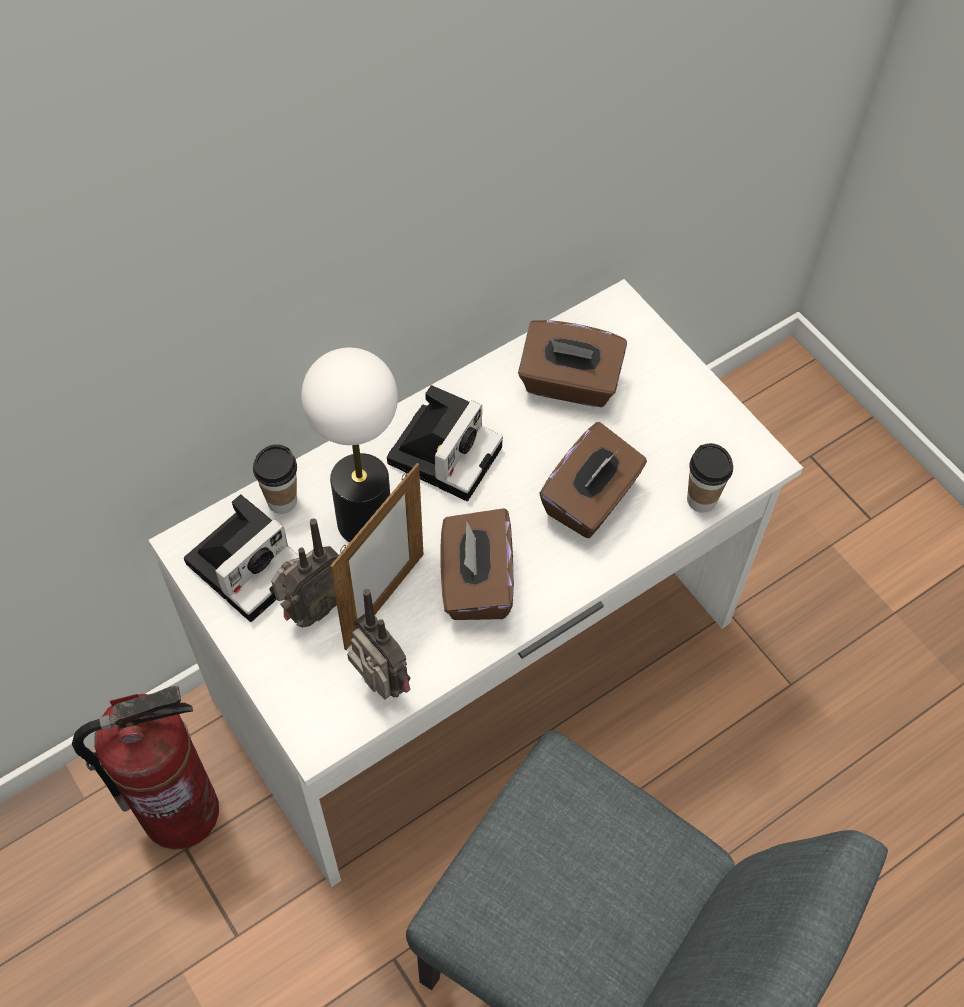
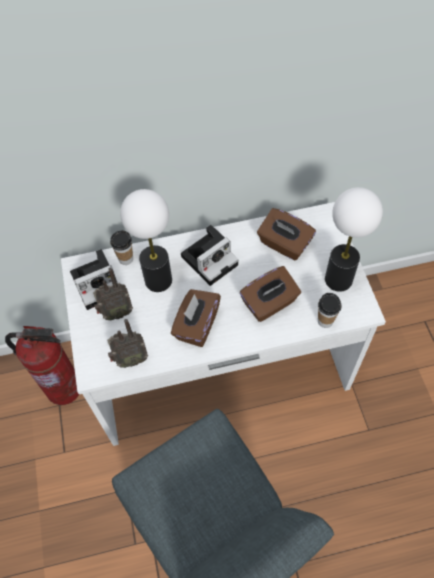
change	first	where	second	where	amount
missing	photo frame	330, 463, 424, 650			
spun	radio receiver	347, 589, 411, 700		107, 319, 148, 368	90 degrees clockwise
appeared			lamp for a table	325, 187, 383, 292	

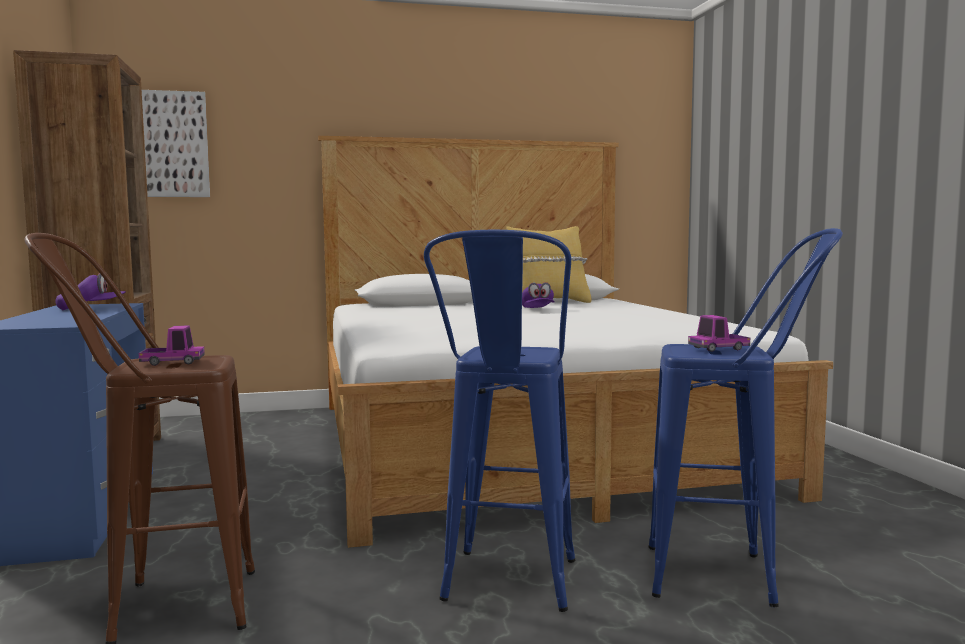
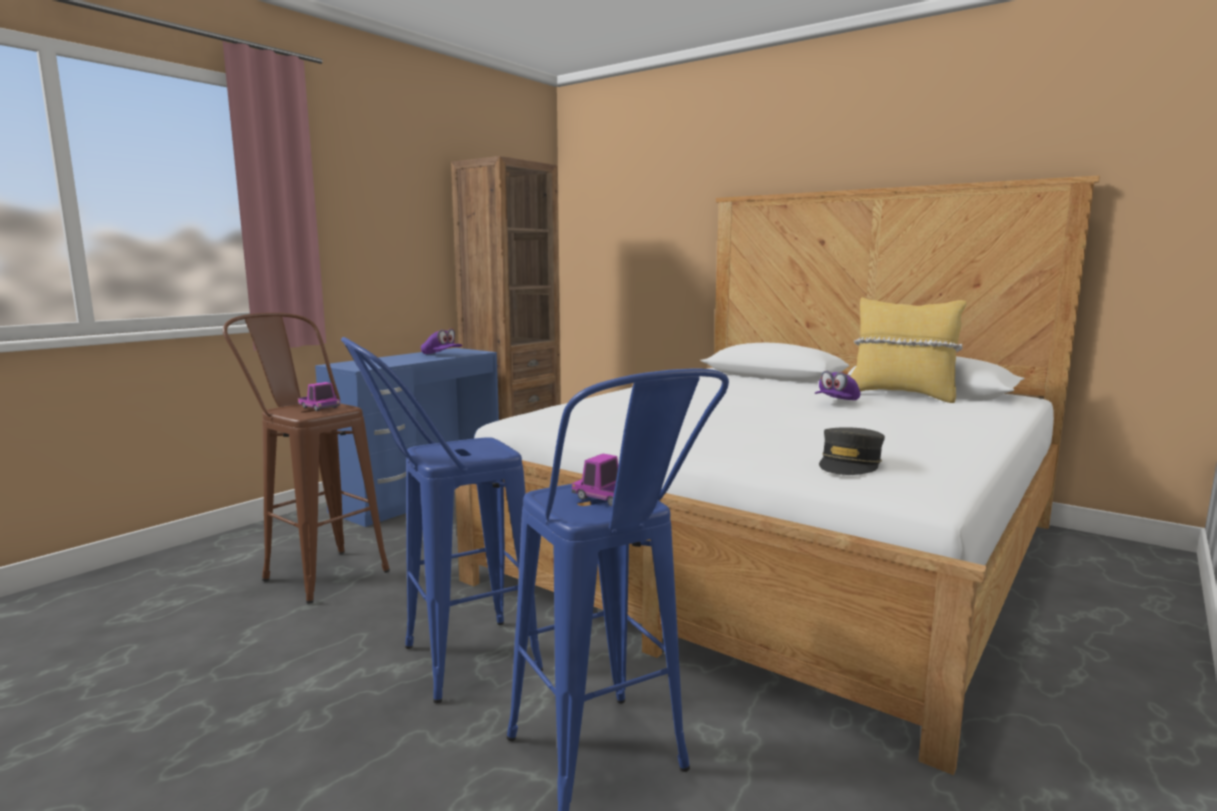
change	first	where	second	where	amount
missing	wall art	142, 90, 210, 197			
appeared			grey peaked cap	819, 427, 885, 475	

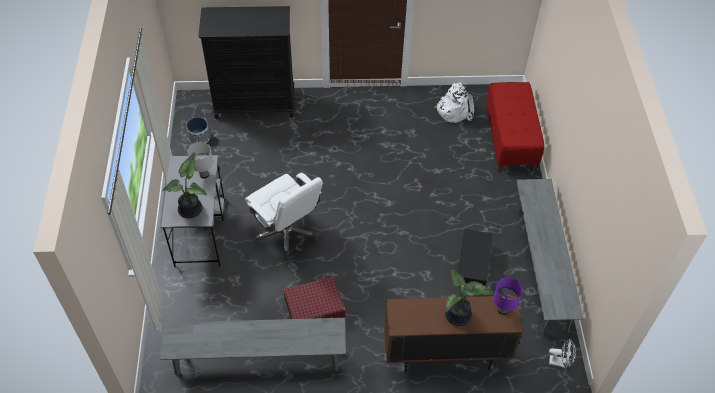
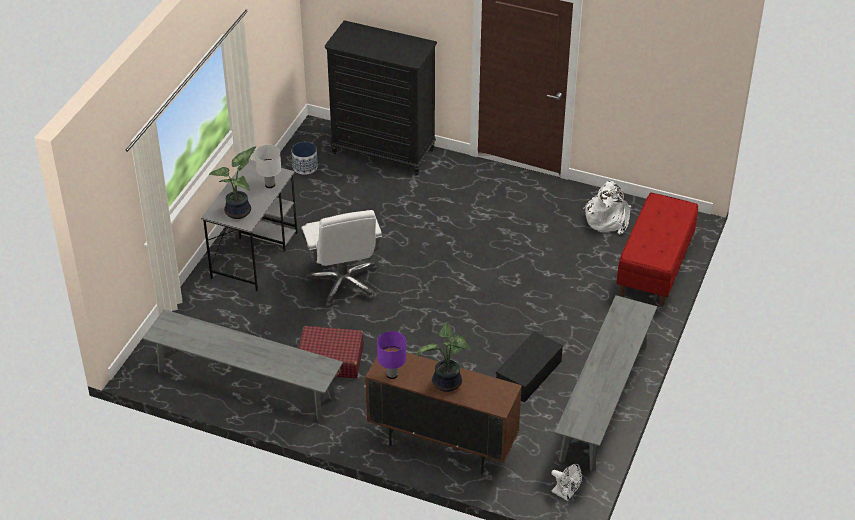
change	first	where	second	where	amount
relocated	purple lamp for a table	493, 277, 523, 315		377, 331, 406, 379	

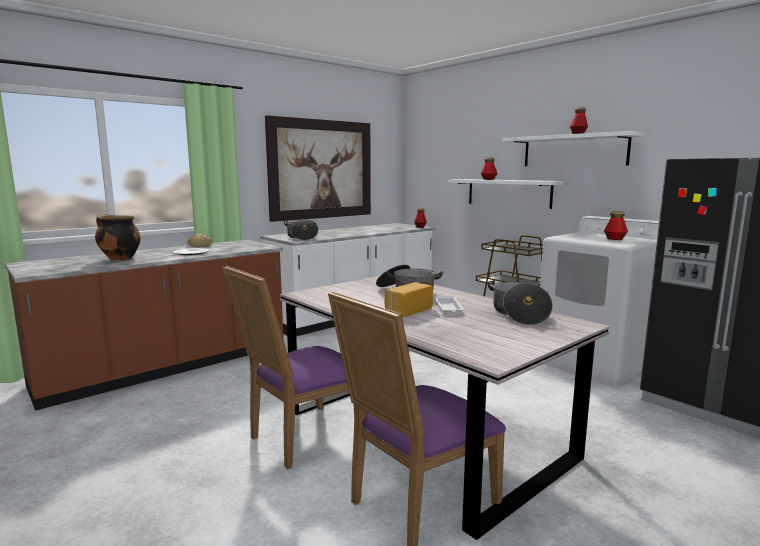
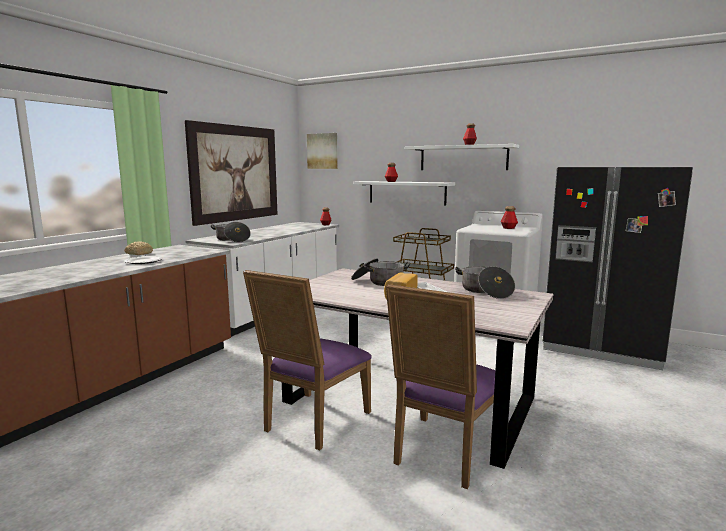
change	first	where	second	where	amount
missing	stockpot	95, 214, 141, 260			
appeared			wall art	307, 133, 338, 169	

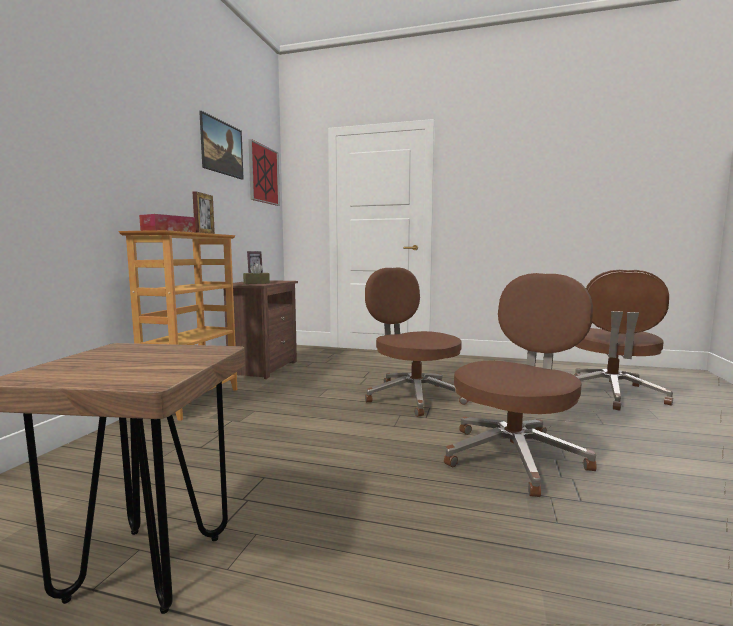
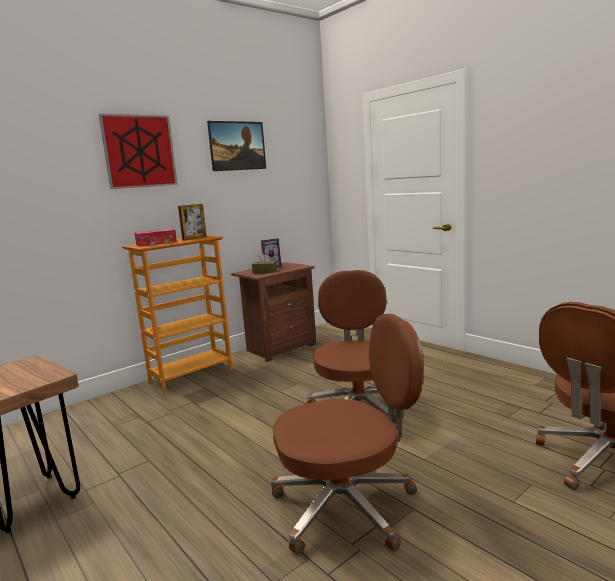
change	first	where	second	where	amount
relocated	wall art	248, 139, 280, 206		99, 114, 178, 189	

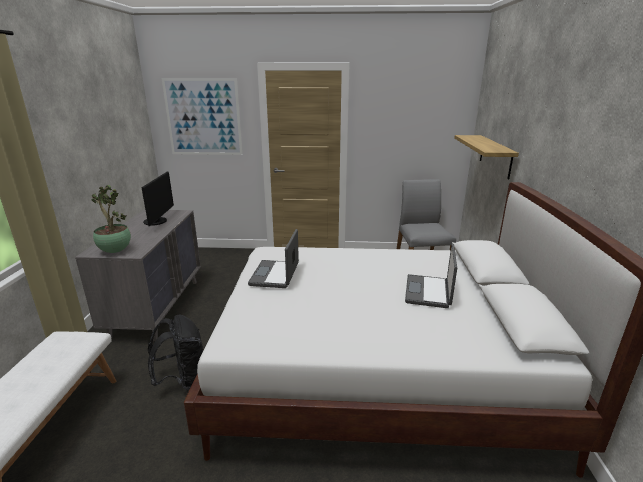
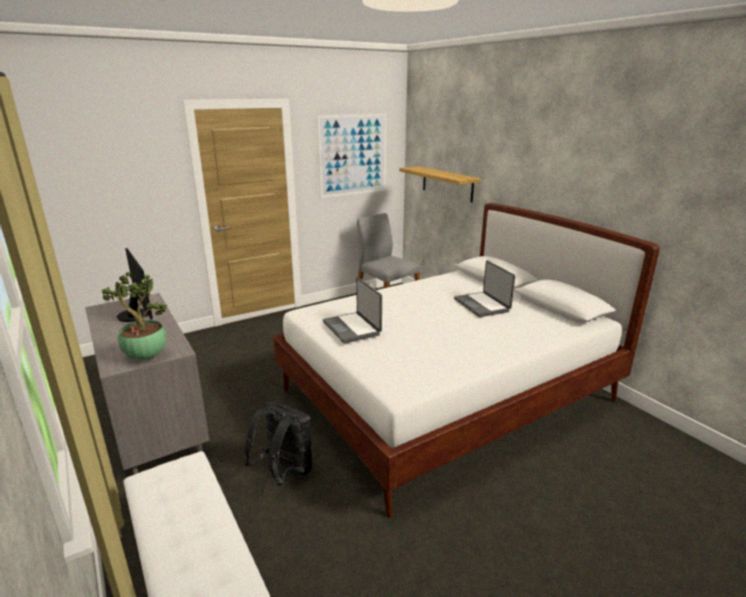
change	first	where	second	where	amount
relocated	wall art	162, 78, 243, 155		317, 113, 386, 198	

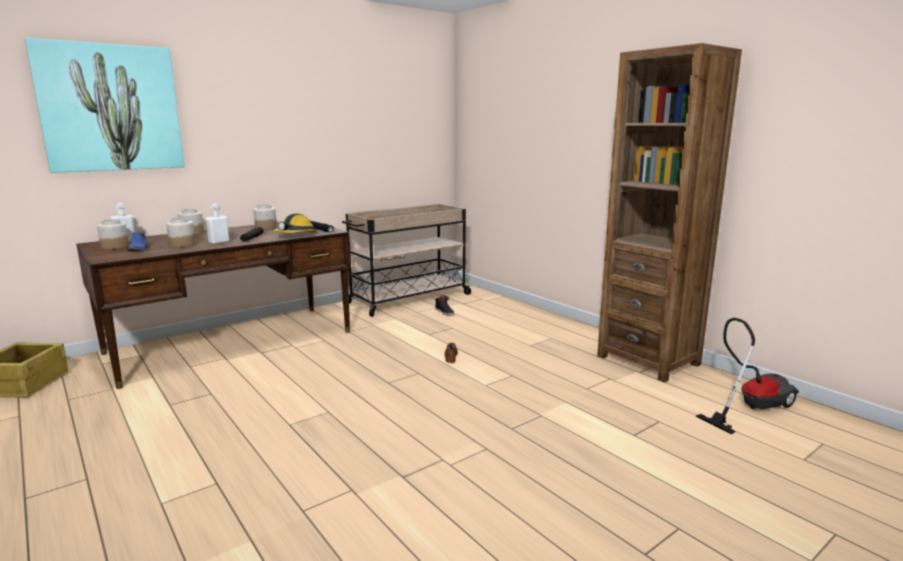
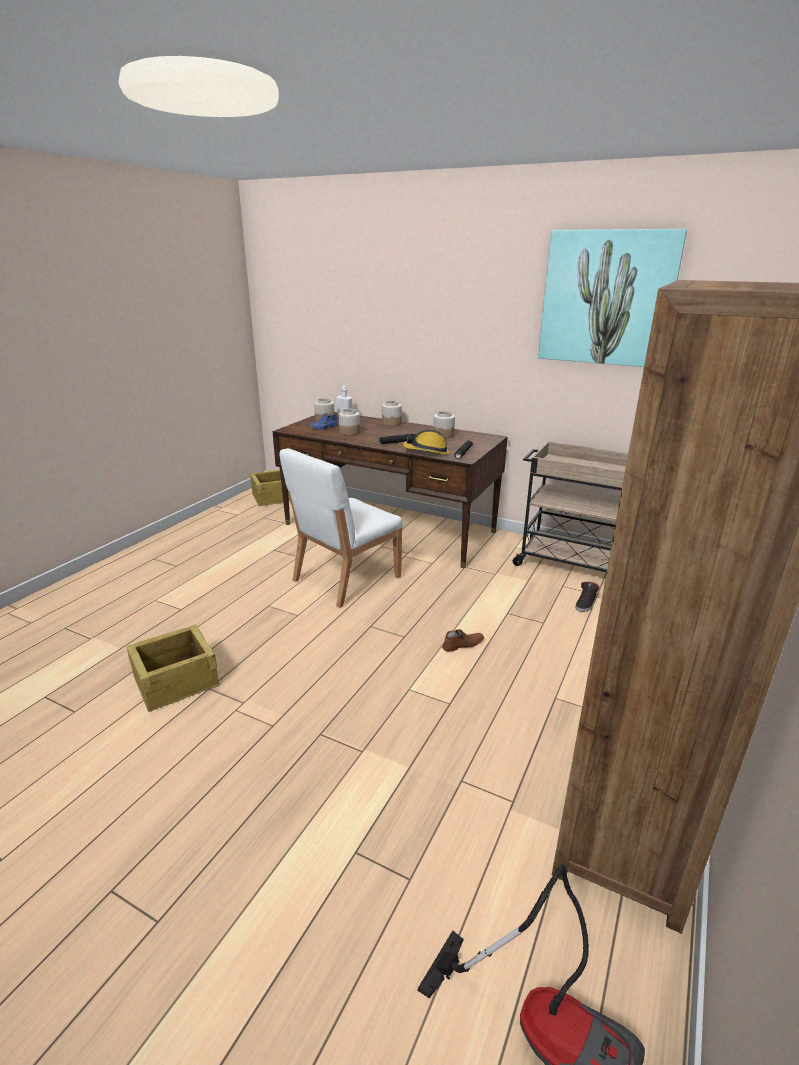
change	first	where	second	where	amount
relocated	wall art	25, 38, 185, 173		538, 229, 687, 367	
missing	white-coloured bottle	205, 204, 229, 244			
appeared			crate	127, 624, 219, 712	
appeared			white-coloured plain chair	279, 448, 403, 608	

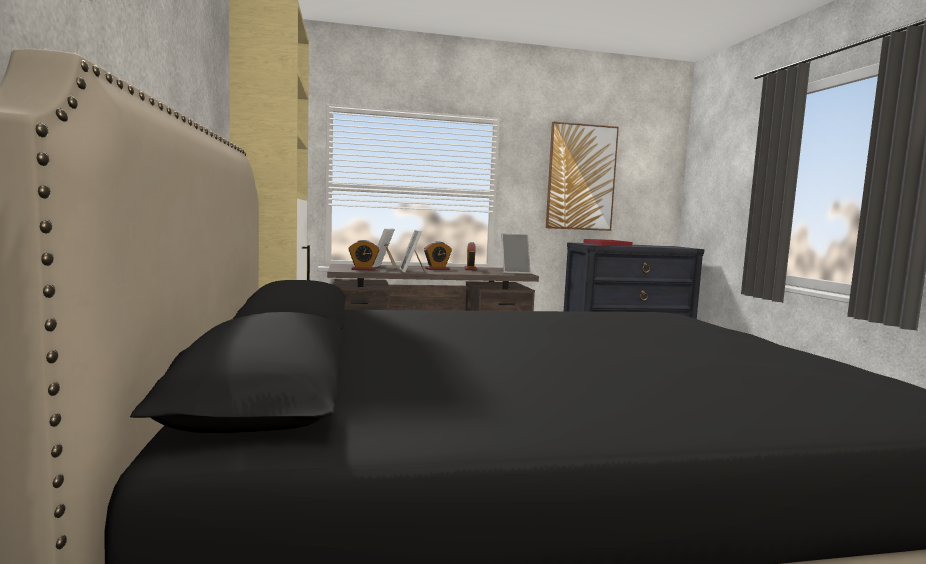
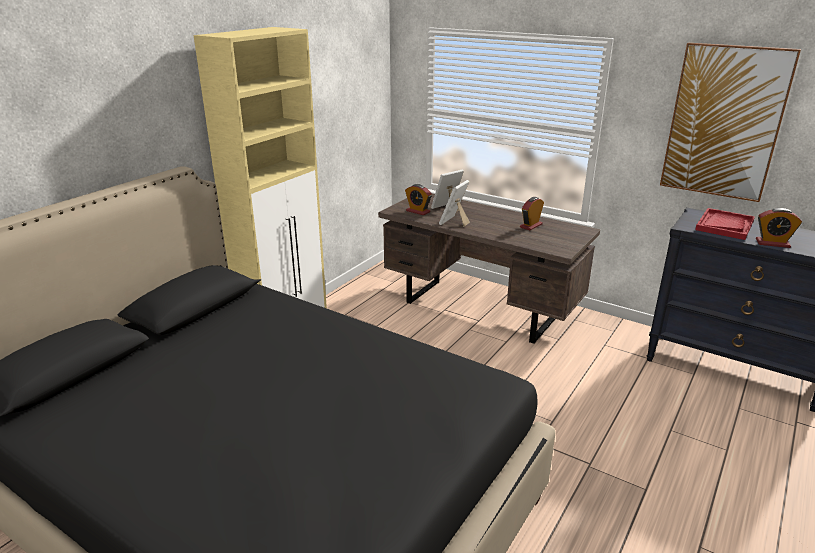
change	first	where	second	where	amount
relocated	table clock	424, 241, 452, 270		756, 208, 802, 248	
missing	photo frame	501, 233, 531, 274			

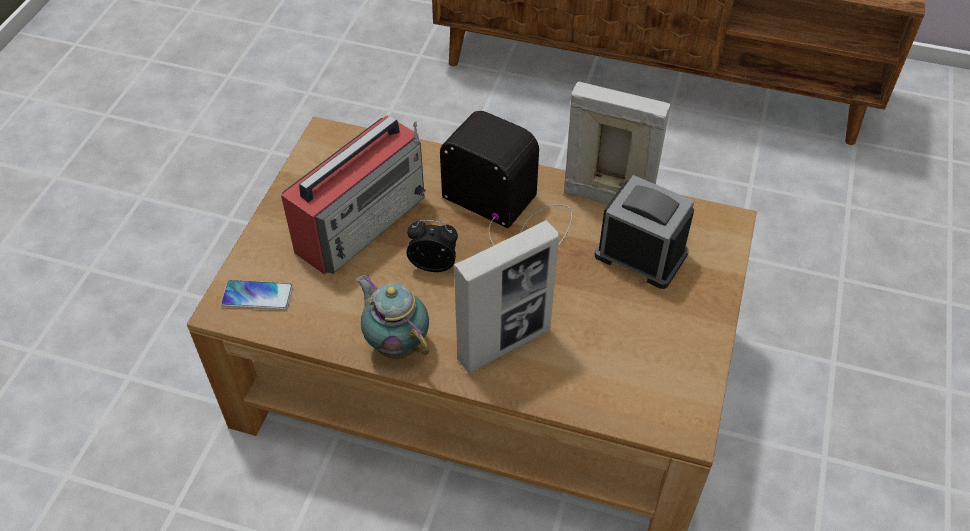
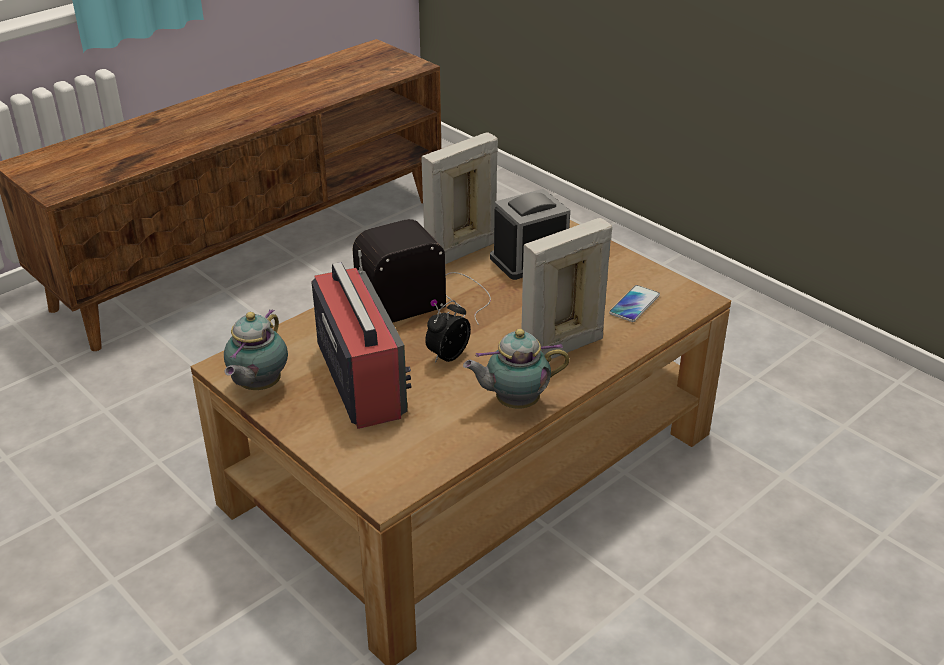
change	first	where	second	where	amount
relocated	telephone	221, 280, 293, 310		609, 285, 660, 322	
spun	photo frame	453, 220, 559, 373		521, 218, 612, 359	120 degrees counterclockwise
appeared			teapot	224, 309, 288, 390	

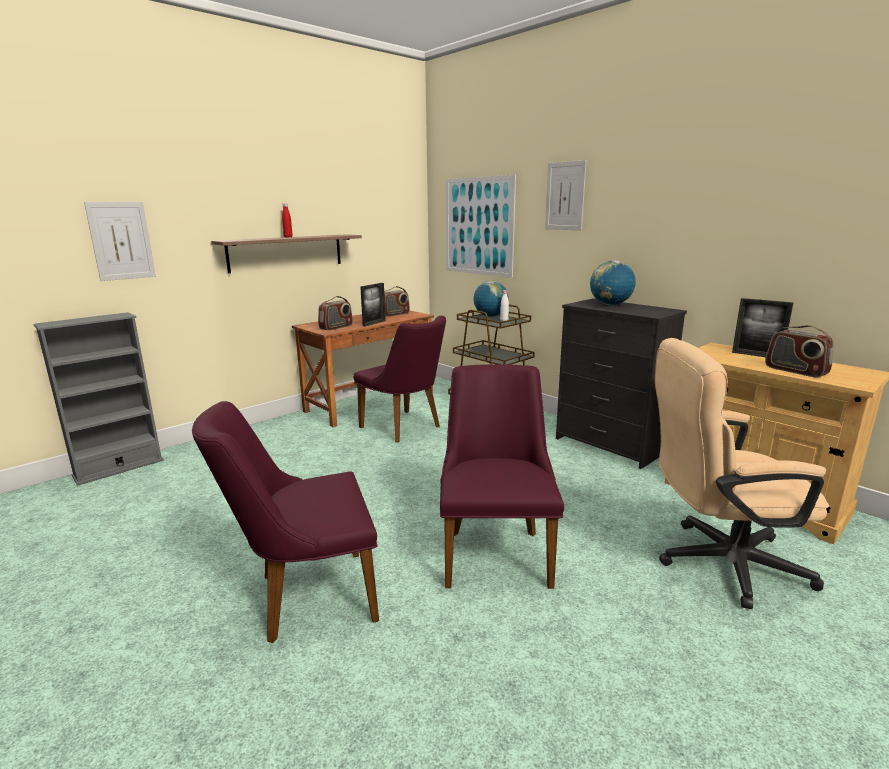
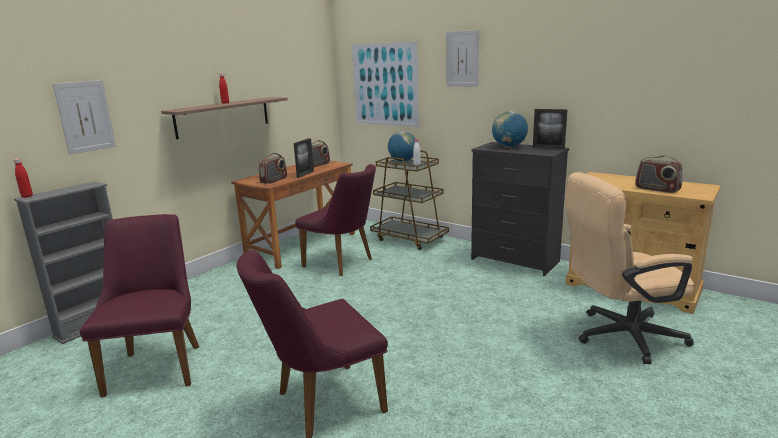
change	first	where	second	where	amount
relocated	purple plain chair	440, 365, 564, 589		80, 214, 199, 398	
relocated	photo frame	732, 298, 794, 357		533, 109, 568, 149	
appeared			reddish bottle	14, 159, 33, 198	

